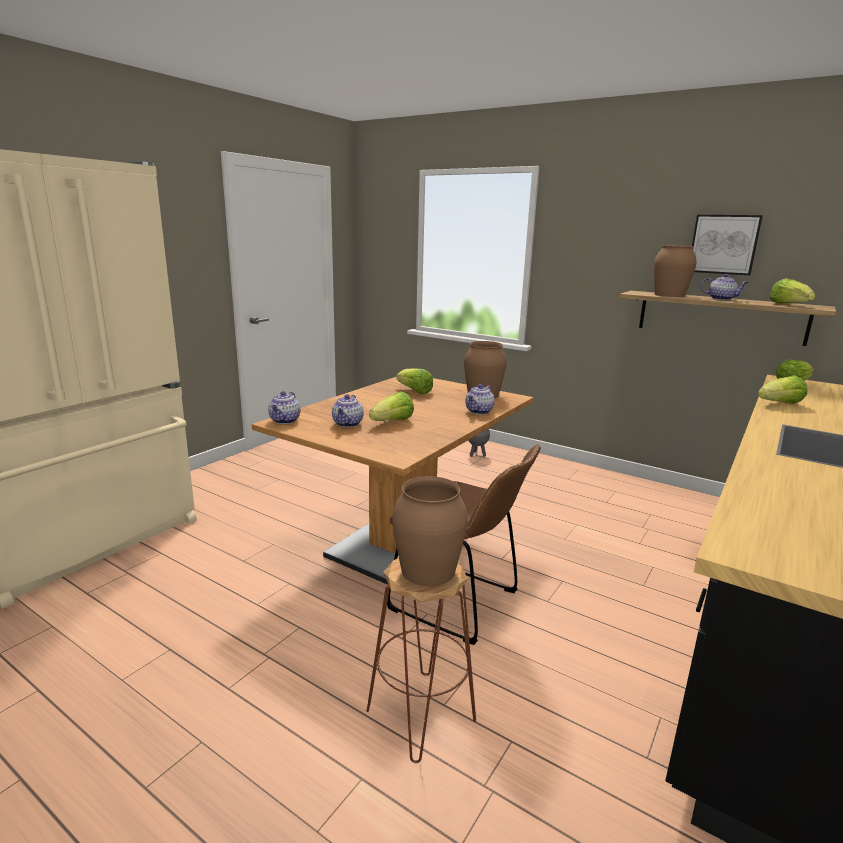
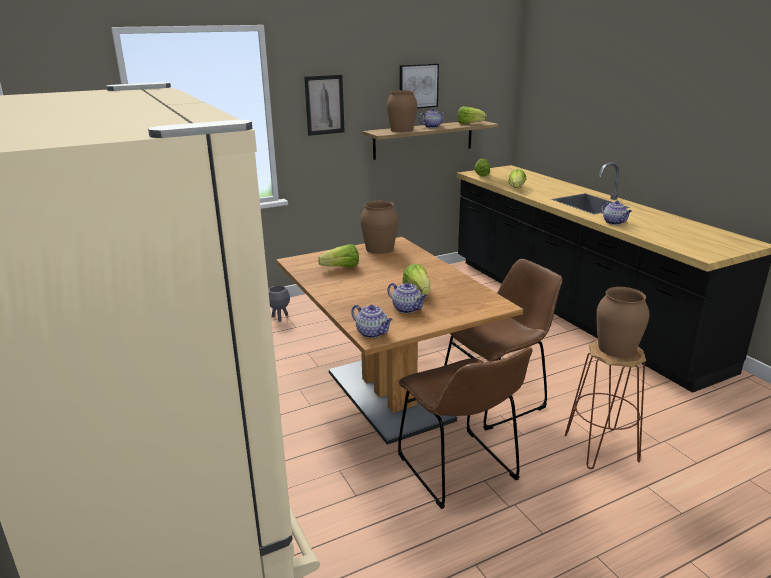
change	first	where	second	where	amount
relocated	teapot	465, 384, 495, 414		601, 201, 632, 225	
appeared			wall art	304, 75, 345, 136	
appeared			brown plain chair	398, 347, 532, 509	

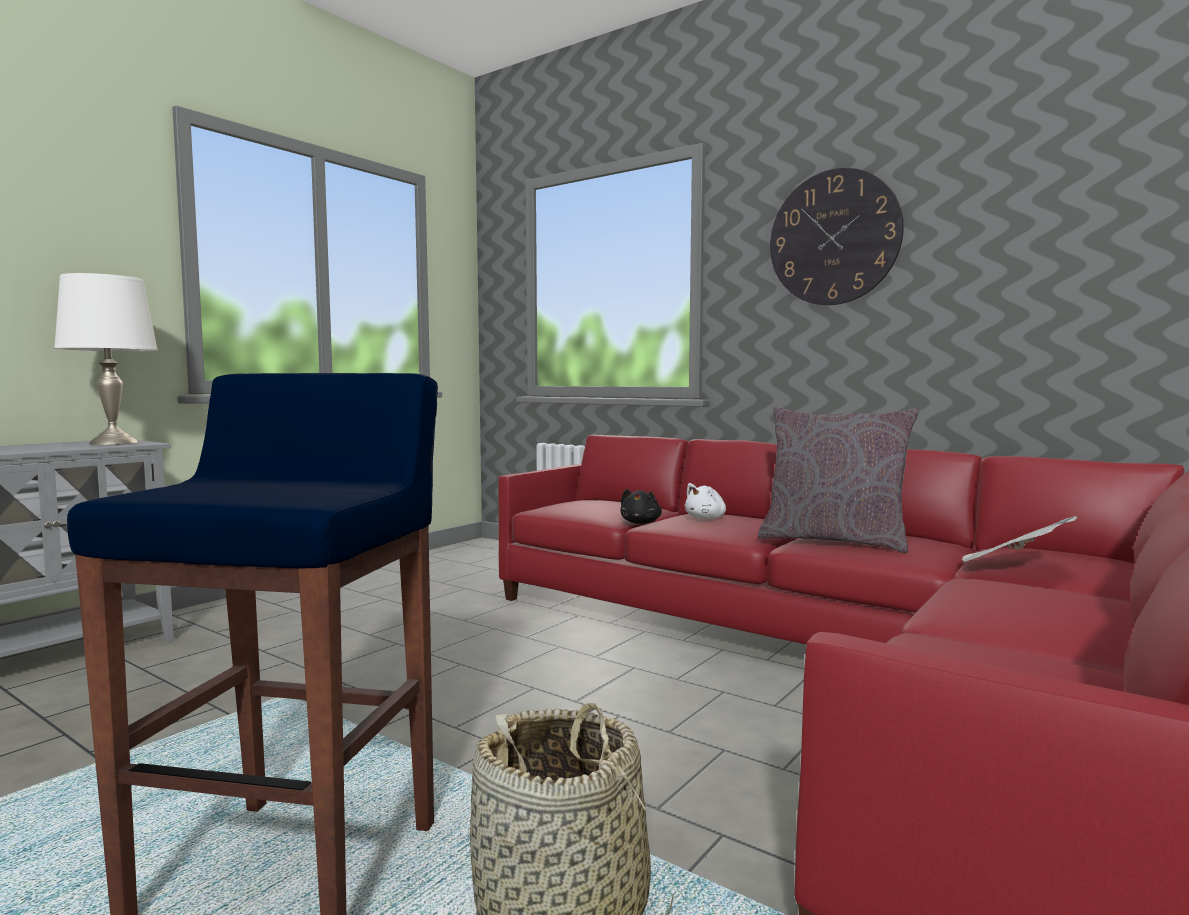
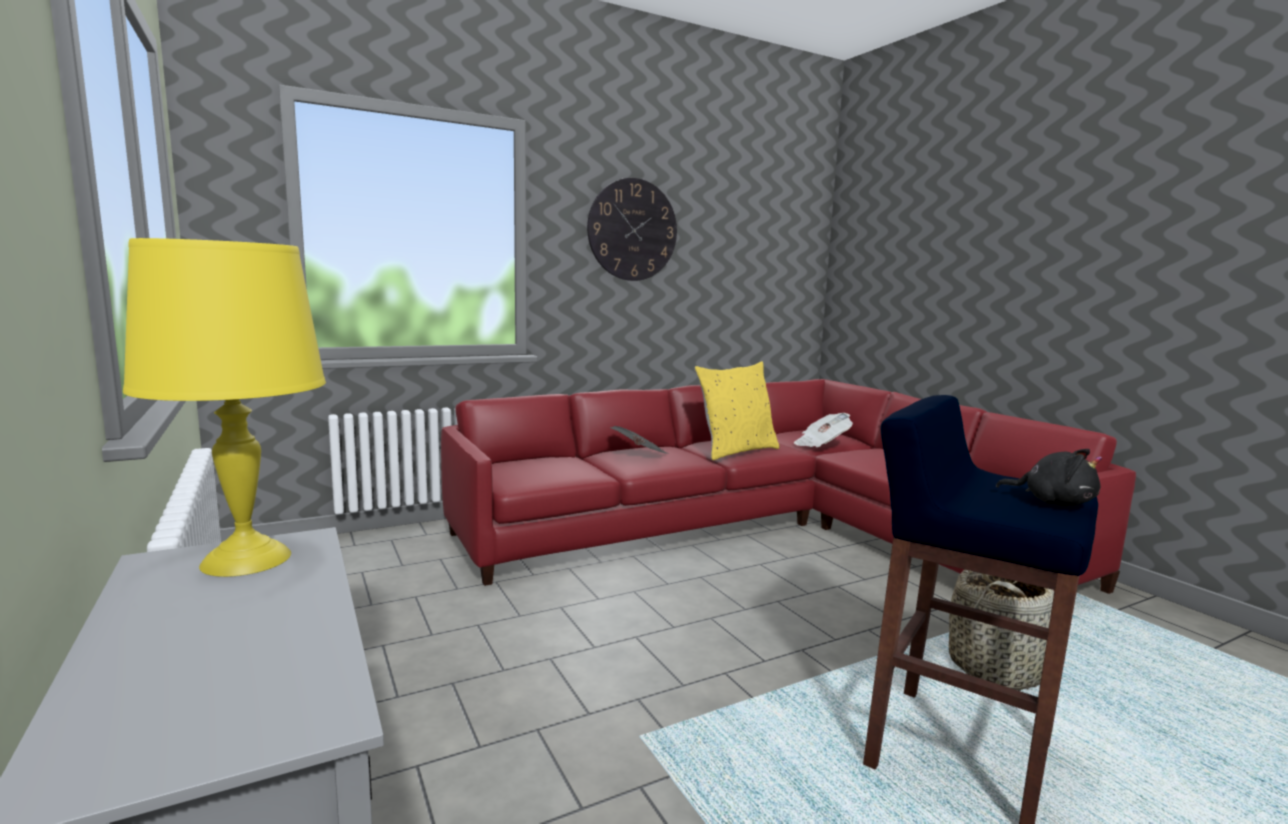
change	first	where	second	where	amount
colour	white-coloured lamp for a table	54, 273, 158, 445	yellow lamp for a table	123, 238, 326, 577	
relocated	blackish cuddly toy	620, 489, 662, 524		996, 449, 1102, 506	
exchanged	white-coloured cuddly toy	685, 483, 726, 519	daily paper	610, 426, 668, 454	
colour	grey throw pillow	758, 406, 919, 553	yellow throw pillow	694, 361, 780, 460	

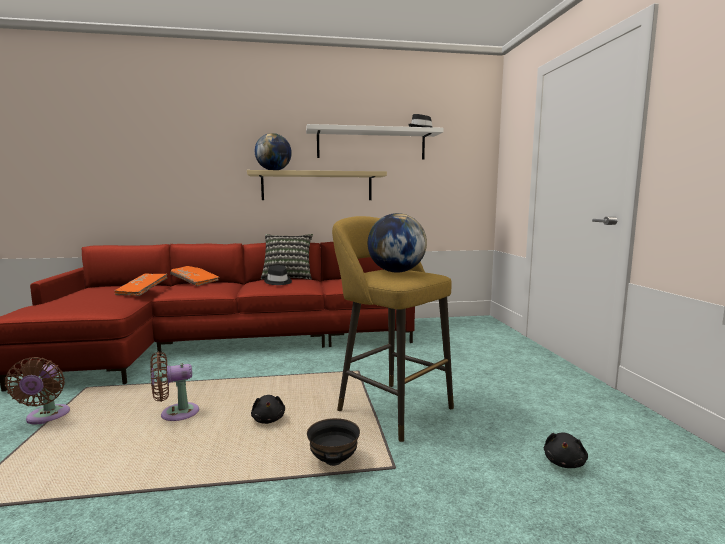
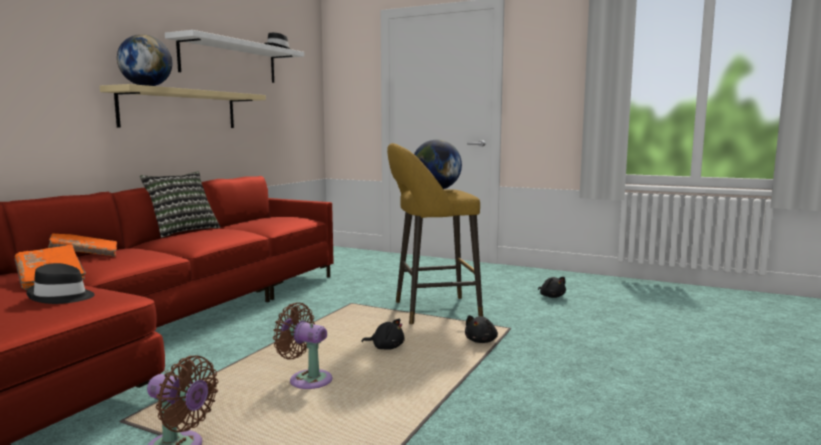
change	first	where	second	where	amount
spun	brown fan	150, 352, 199, 421		273, 302, 333, 389	105 degrees clockwise
relocated	blackish wearable hat	264, 265, 292, 285		27, 263, 95, 304	
exchanged	blackish serving bowl	307, 418, 360, 466	blackish cuddly toy	465, 315, 498, 343	

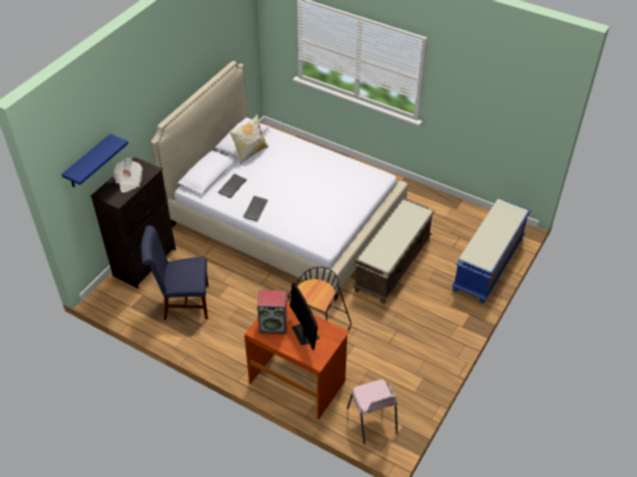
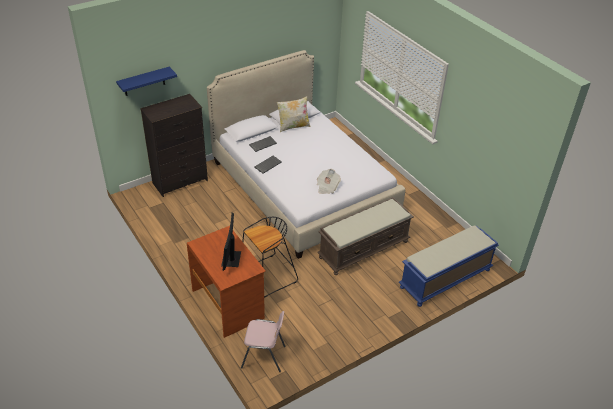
change	first	where	second	where	amount
relocated	daily paper	113, 158, 143, 193		317, 169, 341, 194	
missing	bluish plain chair	141, 225, 208, 320			
missing	loudspeaker	257, 290, 287, 334			
spun	pink-coloured plain chair	347, 380, 398, 444		241, 311, 285, 372	90 degrees counterclockwise

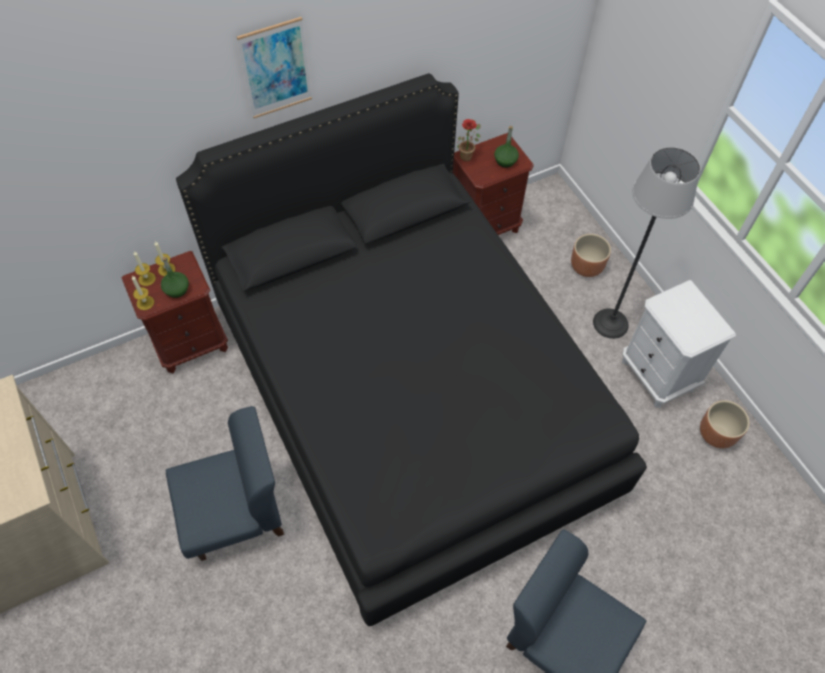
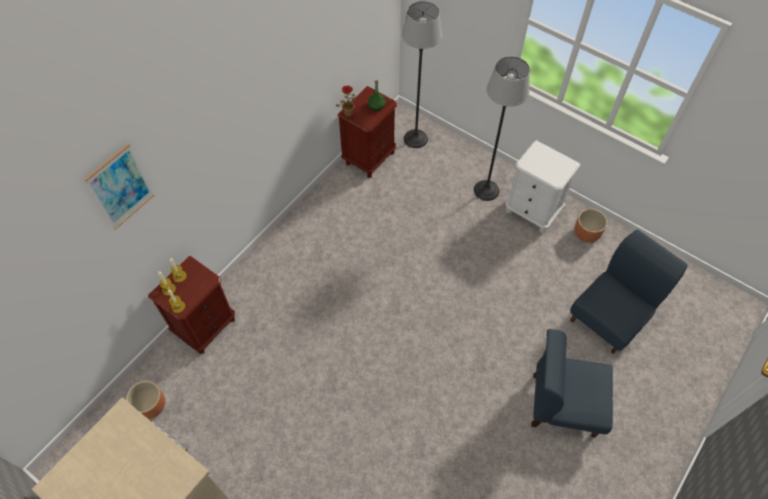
change	first	where	second	where	amount
missing	greenish bottle	161, 257, 189, 298			
relocated	bluish plain chair	166, 406, 284, 561		570, 230, 687, 354	
missing	blackish bedroom bed	176, 73, 647, 626			
relocated	wall art	237, 17, 312, 118		84, 144, 154, 230	
relocated	brown plant pot	571, 234, 611, 277		126, 381, 165, 419	
appeared			standard lamp	402, 1, 442, 148	

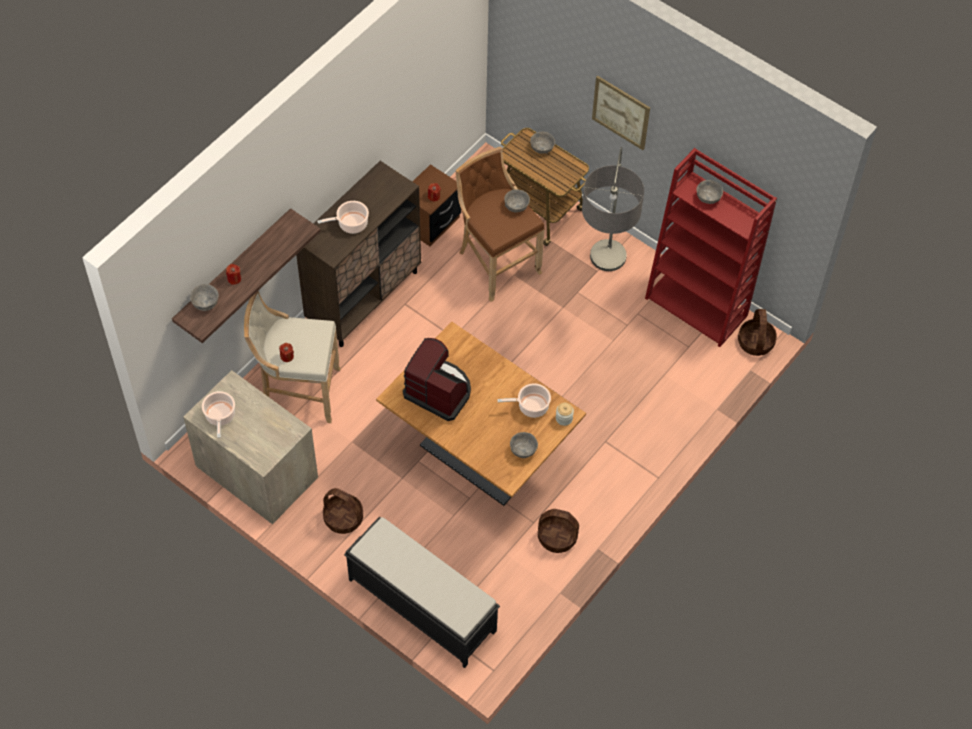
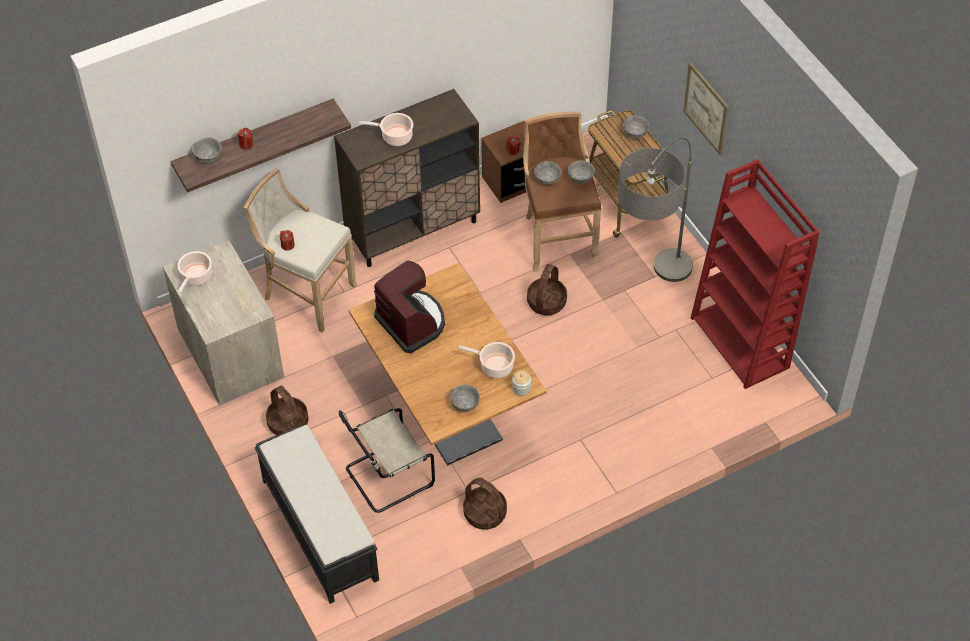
change	first	where	second	where	amount
relocated	grey serving bowl	696, 180, 723, 204		534, 161, 561, 185	
relocated	basket	738, 309, 777, 356		527, 264, 567, 315	
appeared			beige-coloured plain chair	339, 408, 435, 513	

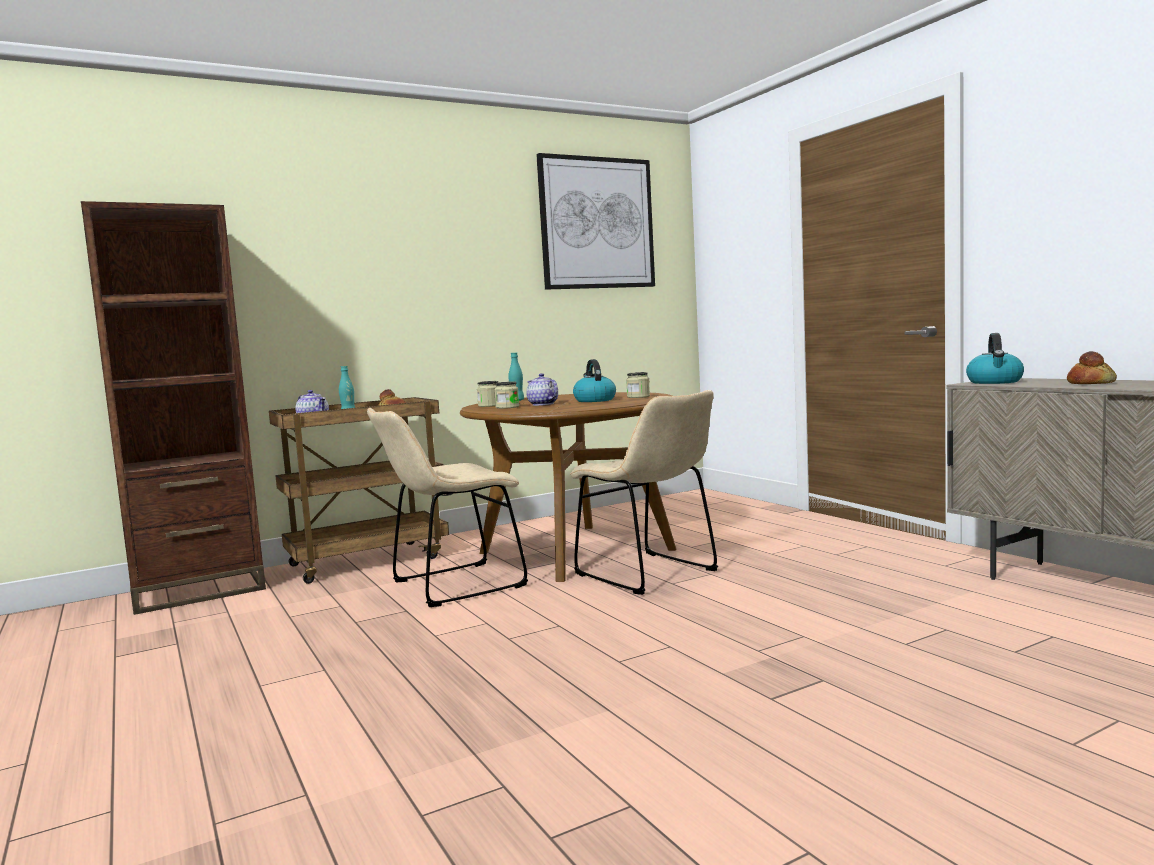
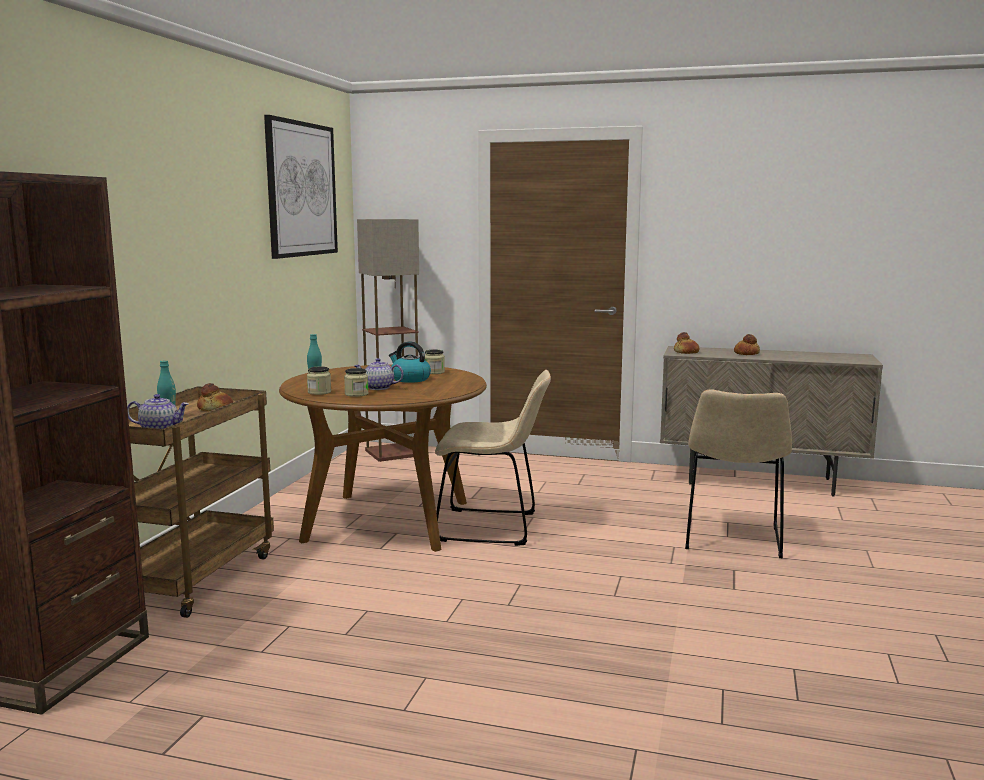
change	first	where	second	where	amount
relocated	beige-coloured plain chair	367, 408, 528, 607		685, 389, 792, 558	
exchanged	water kettle	966, 333, 1024, 384	bread	674, 332, 700, 354	
appeared			standard lamp	357, 219, 419, 462	

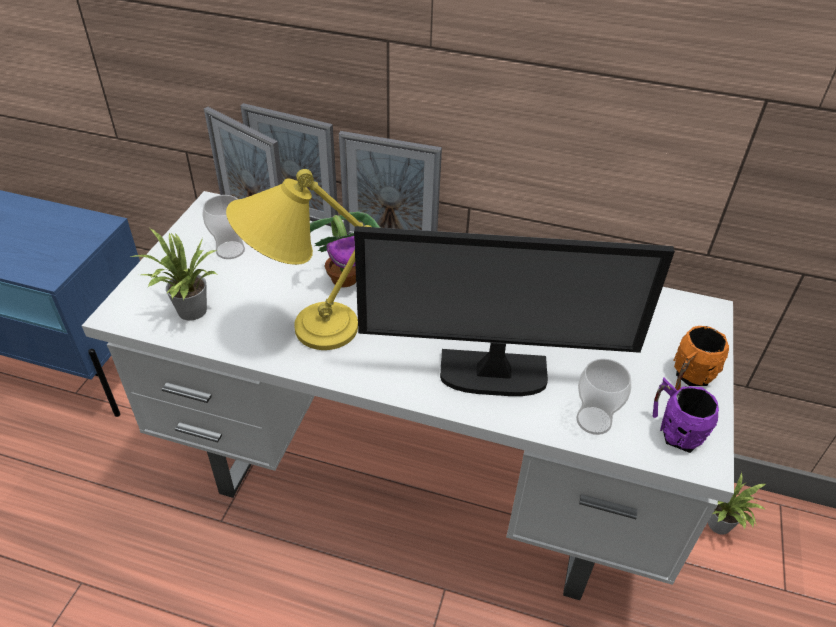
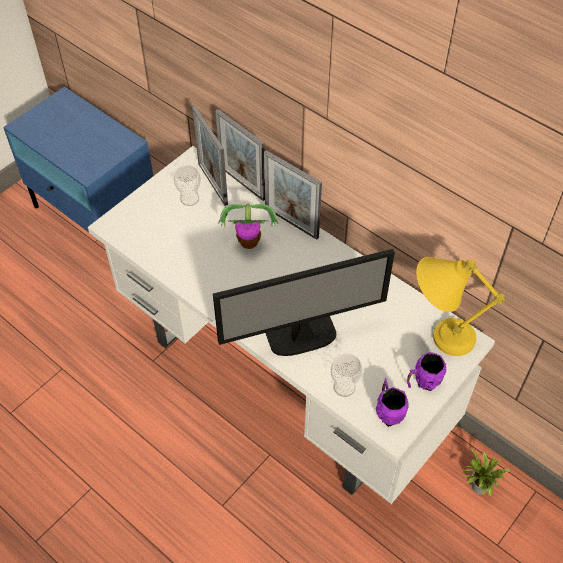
change	first	where	second	where	amount
missing	plant in a pot	130, 228, 217, 321			
relocated	yellow lamp for a table	226, 169, 372, 350		416, 257, 505, 356	
spun	computer display	354, 226, 675, 396		213, 249, 395, 356	45 degrees counterclockwise
colour	orangey mug	674, 326, 729, 391	purple mug	407, 352, 446, 391	

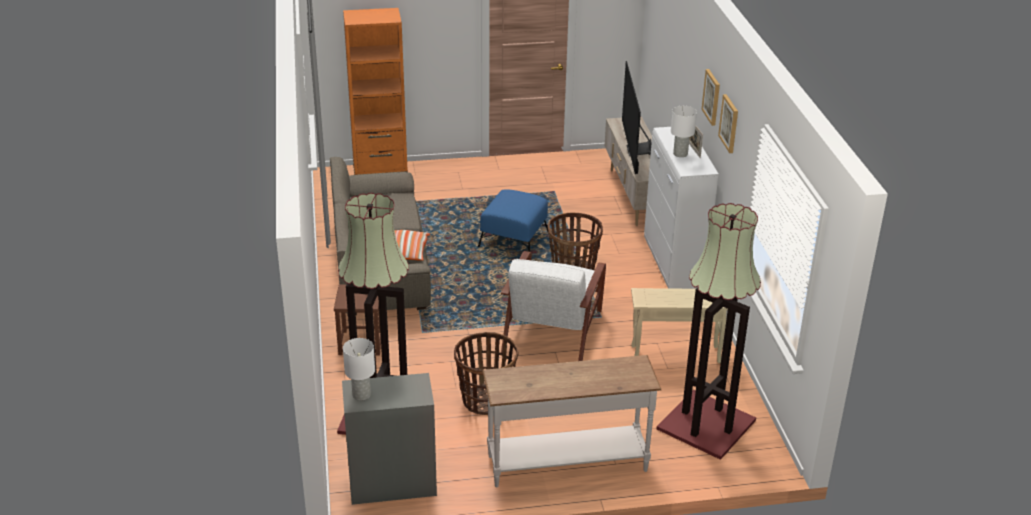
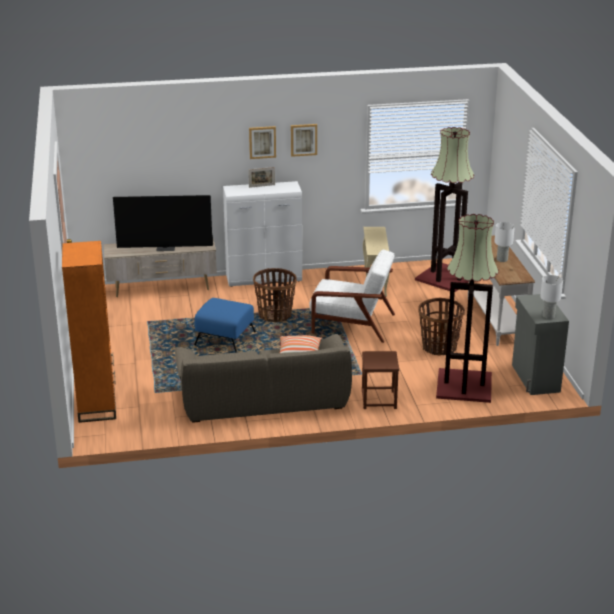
change	first	where	second	where	amount
relocated	white-coloured lamp for a table	671, 106, 697, 157		494, 222, 515, 262	

